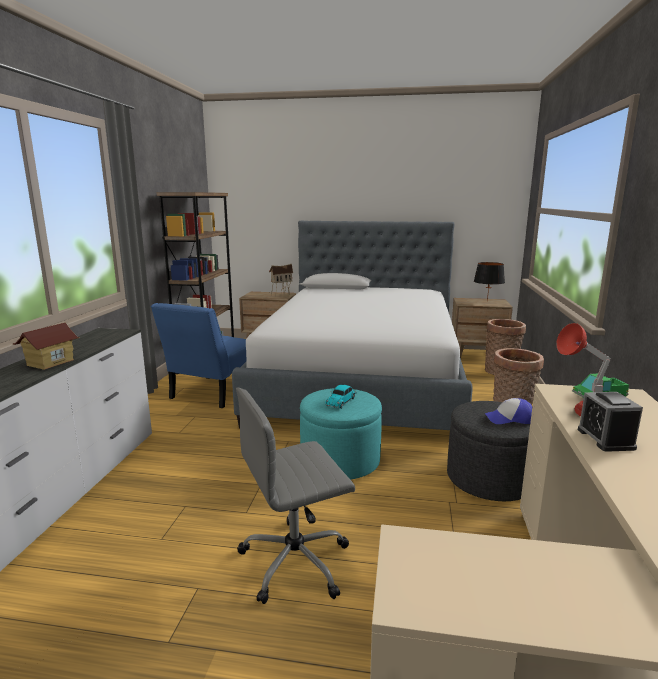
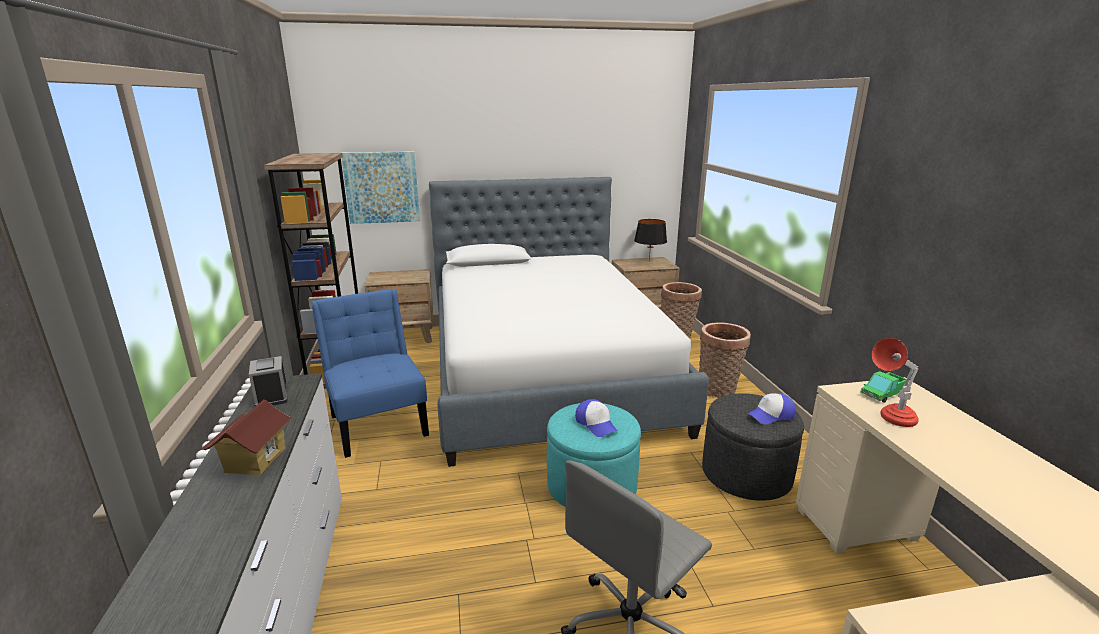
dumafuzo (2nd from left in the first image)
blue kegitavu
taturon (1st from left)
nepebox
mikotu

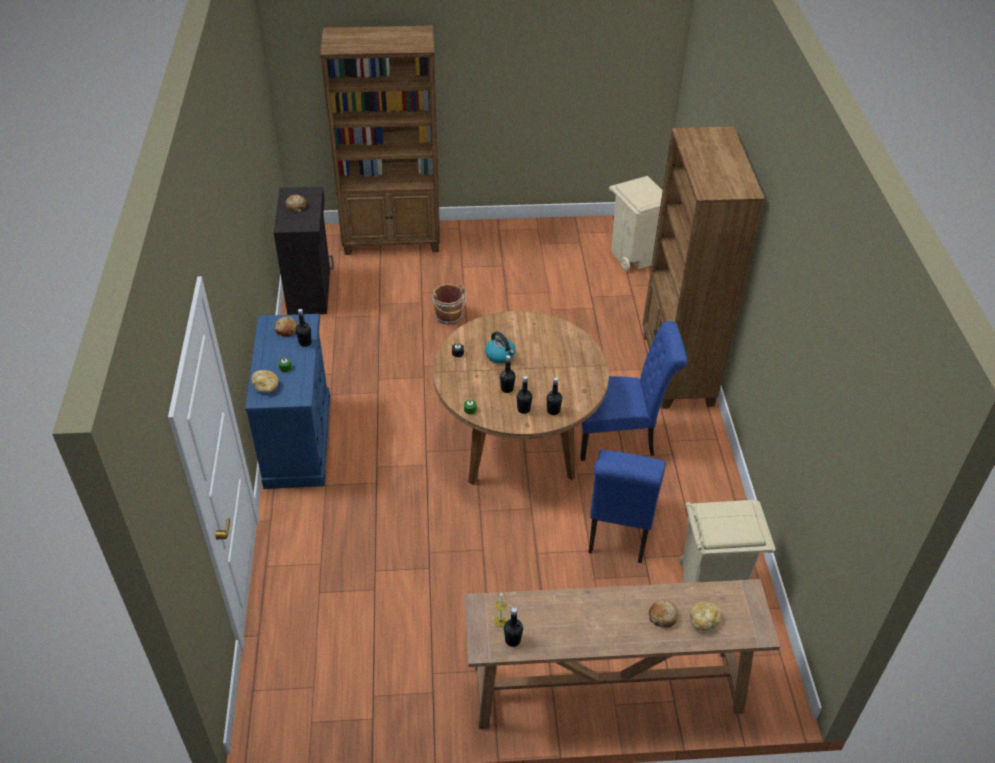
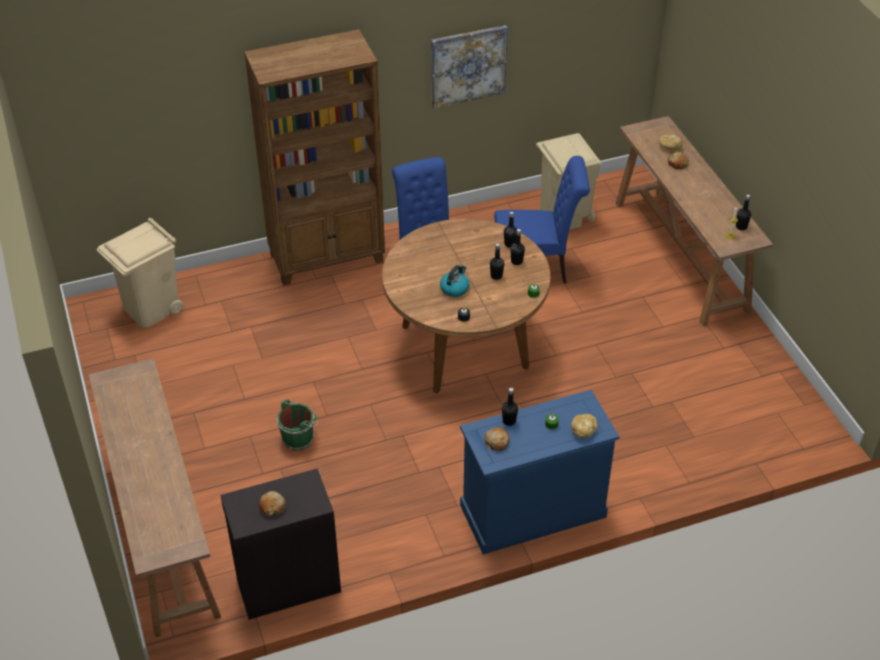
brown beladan (1st from left)
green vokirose
mikotu

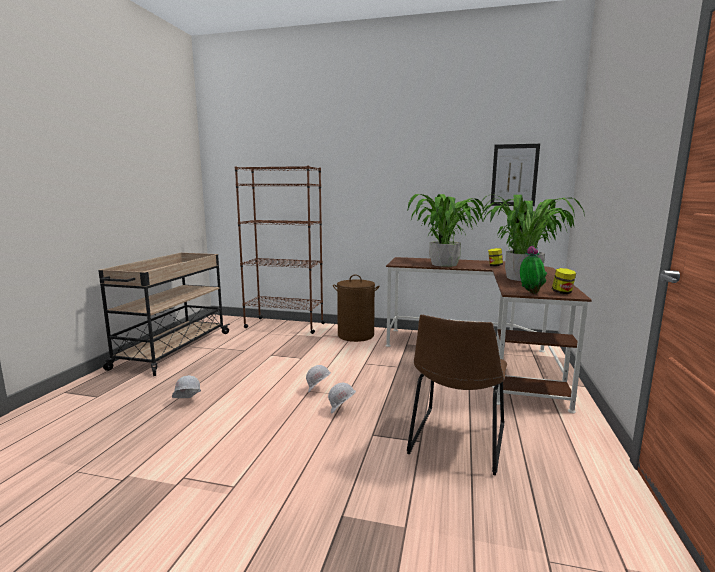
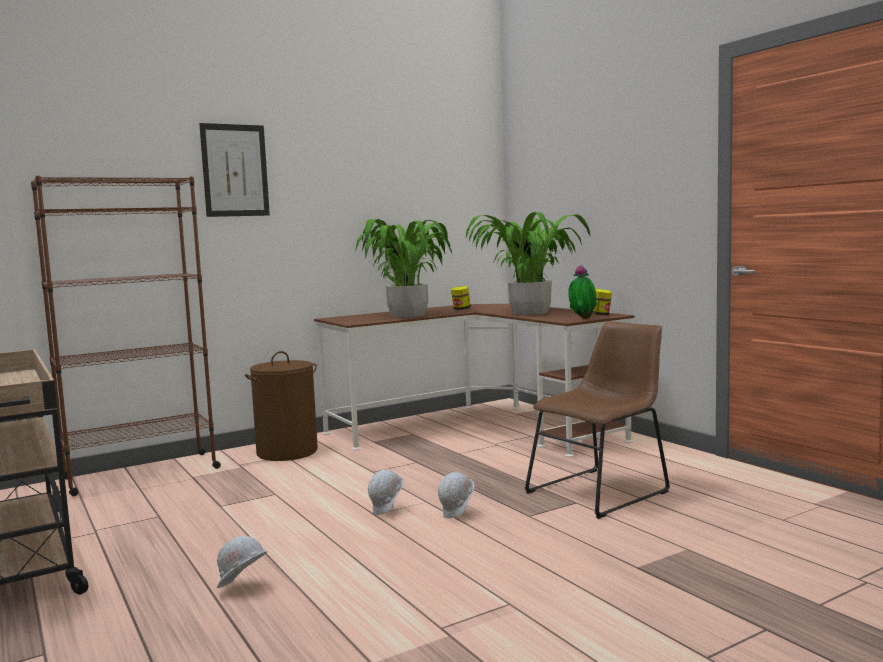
mikotu
brown kegitavu

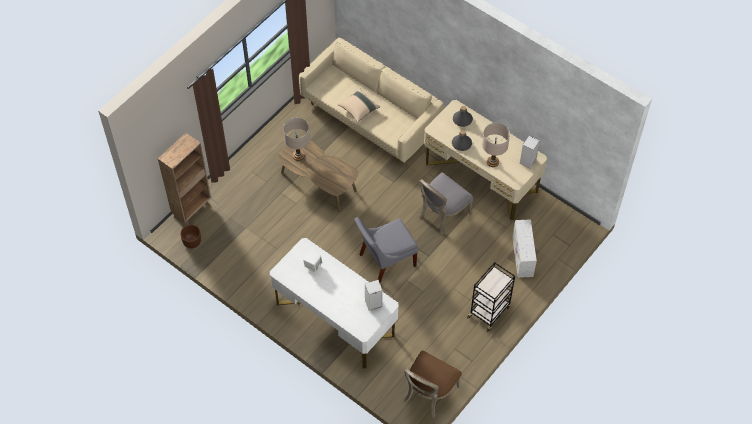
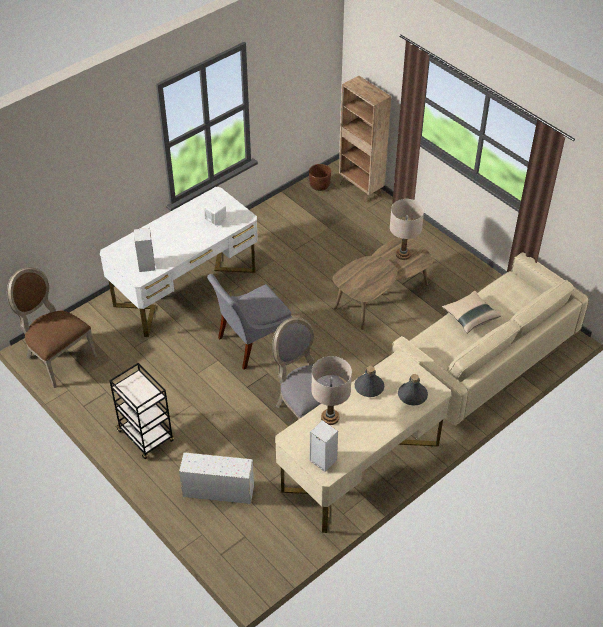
grey kegitavu (1st from left)

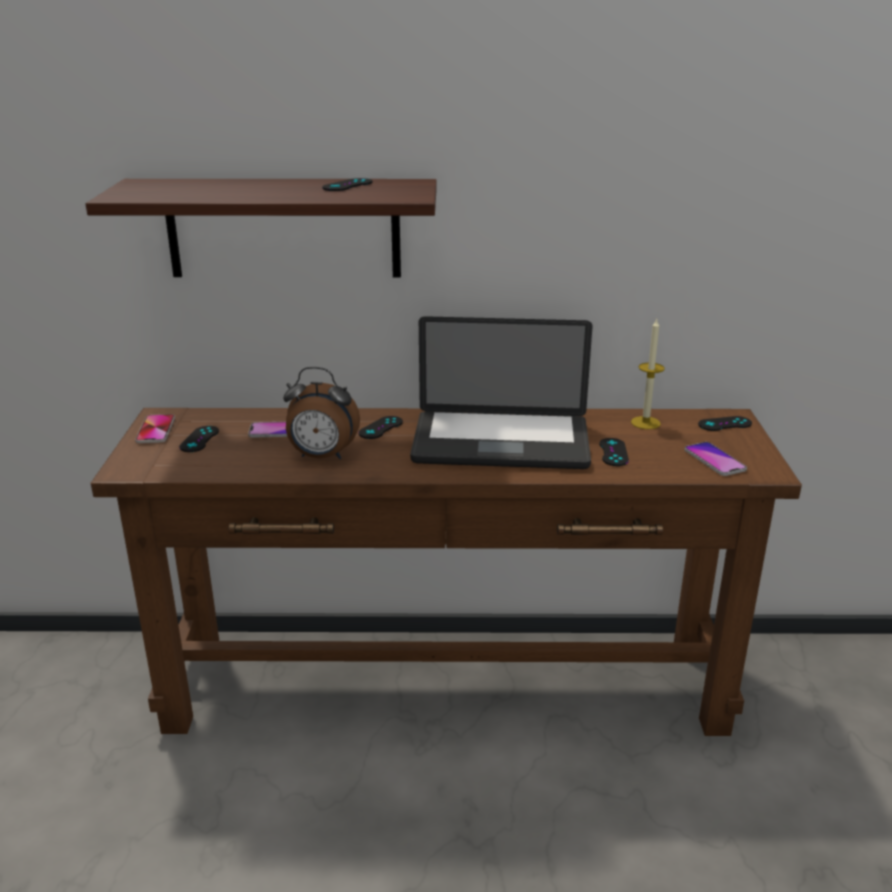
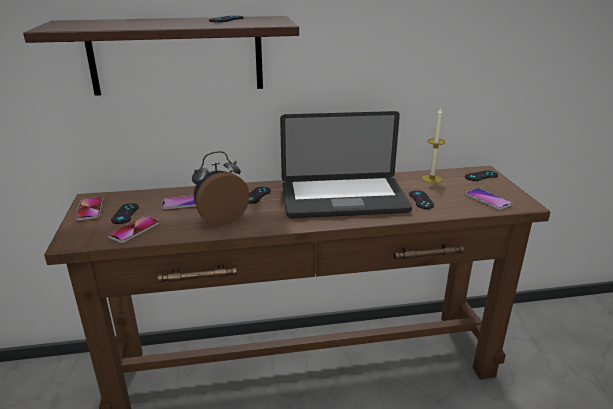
nepebox
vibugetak (2nd from left)

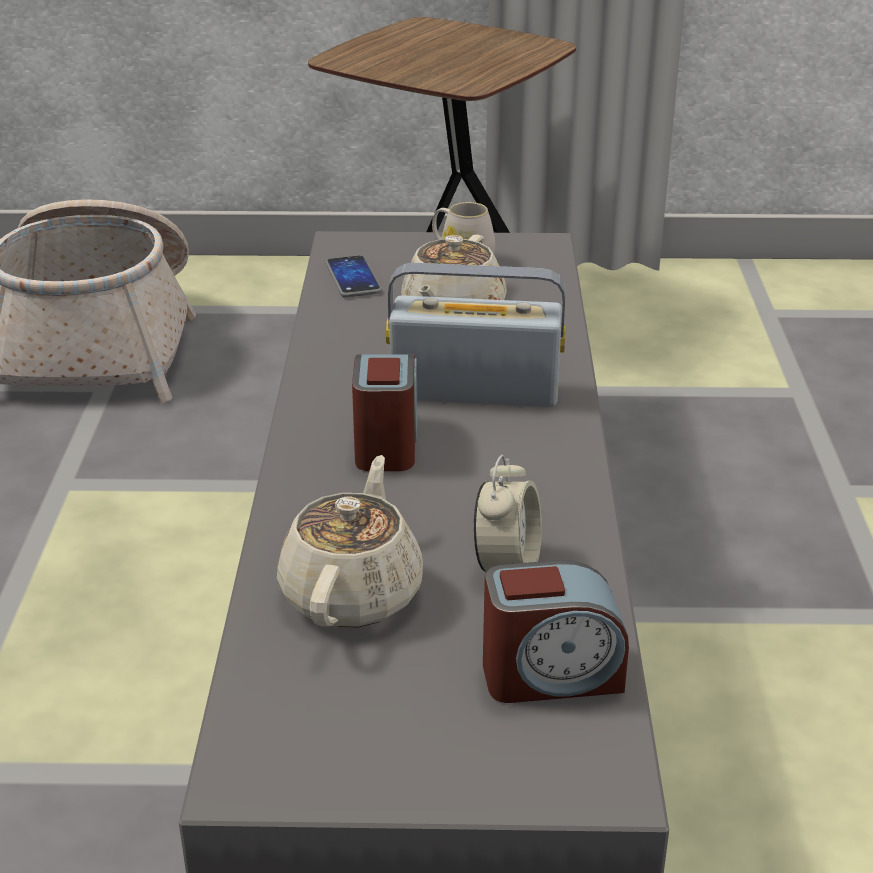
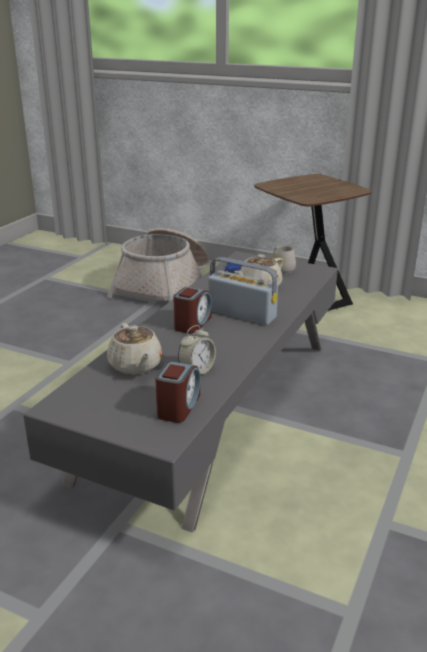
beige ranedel (1st from left)
nepebox (1st from left)

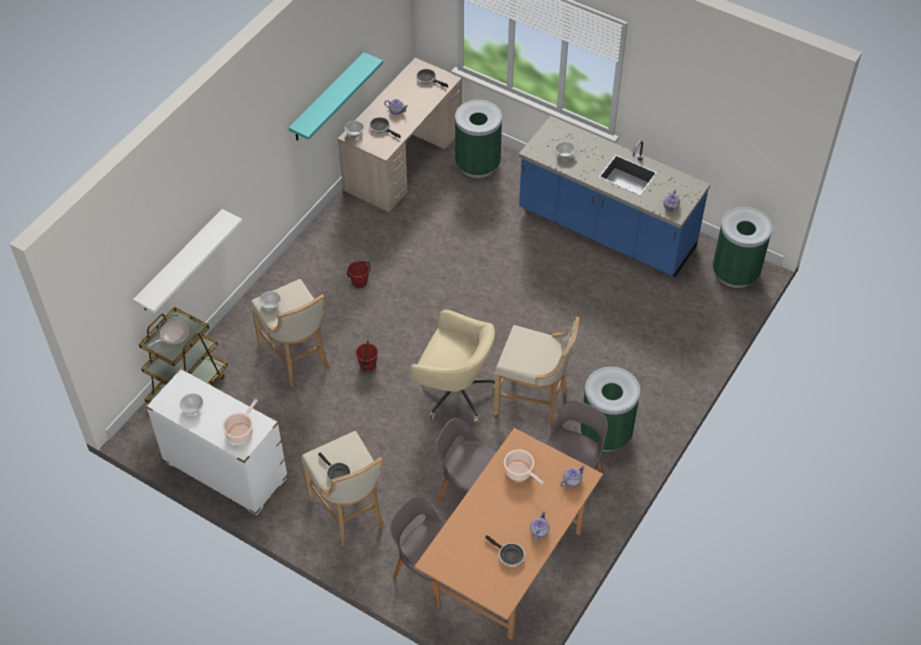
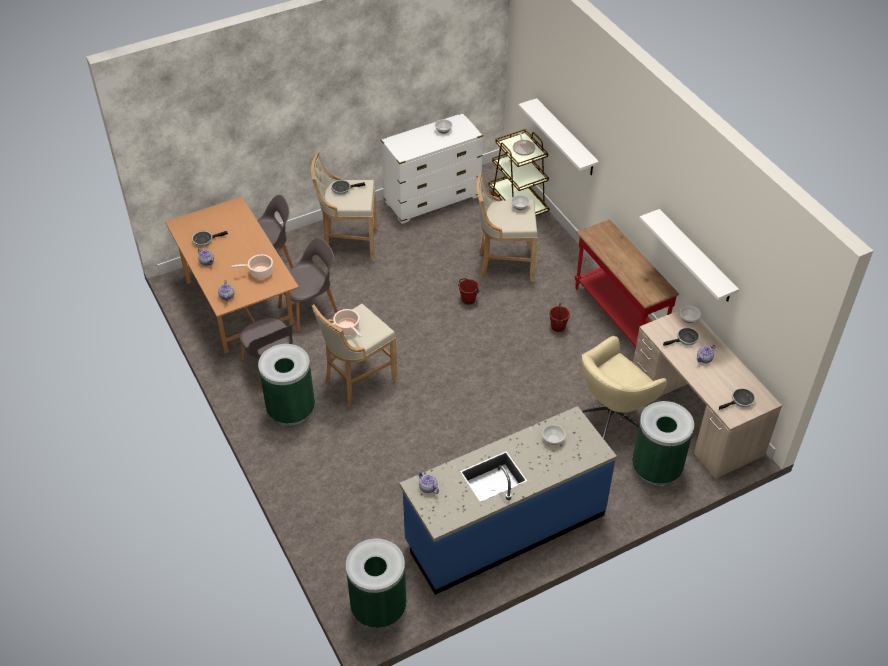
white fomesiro (2nd from left)
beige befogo
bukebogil (2nd from left)
red beladan

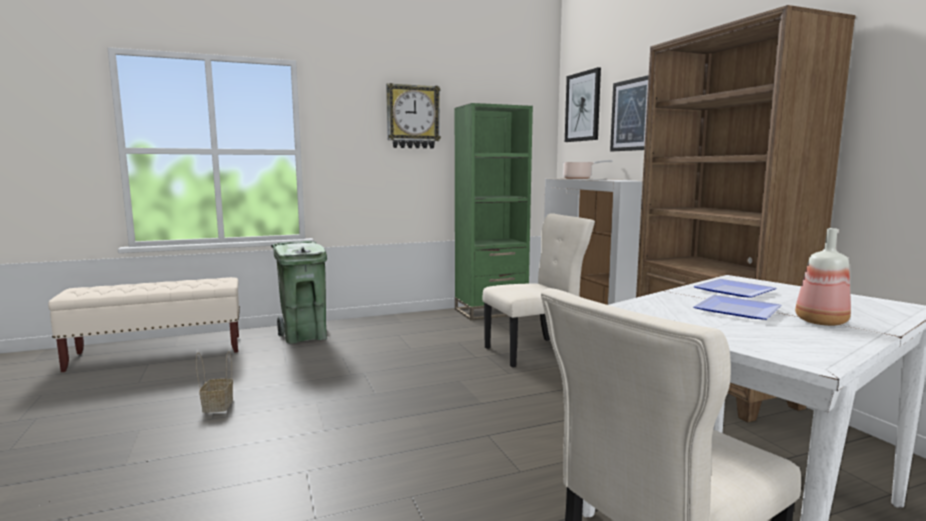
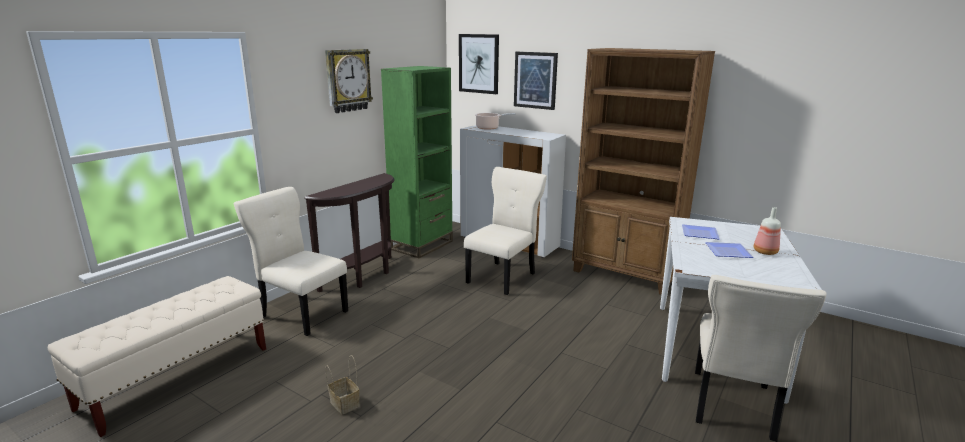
beige kegitavu (1st from left)
brown beladan

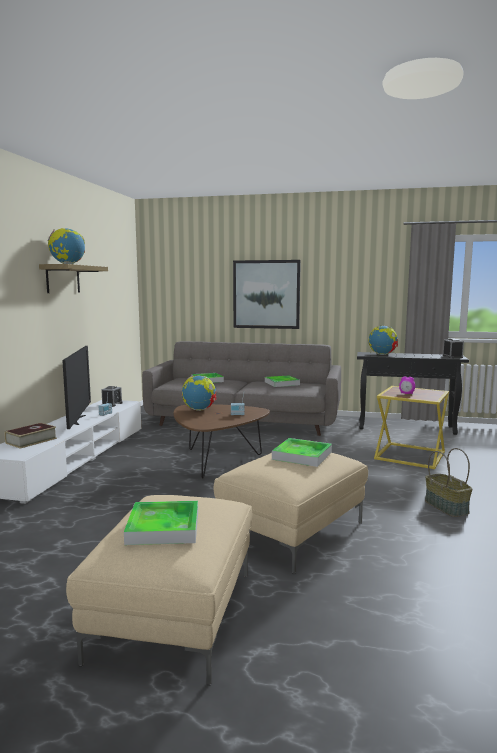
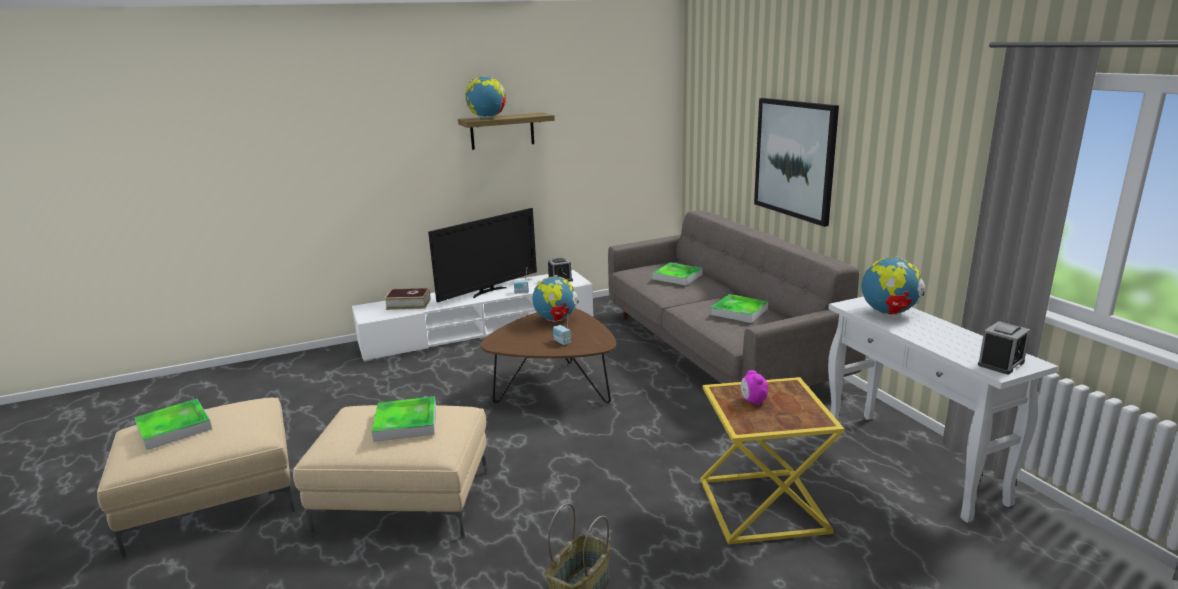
white beladan

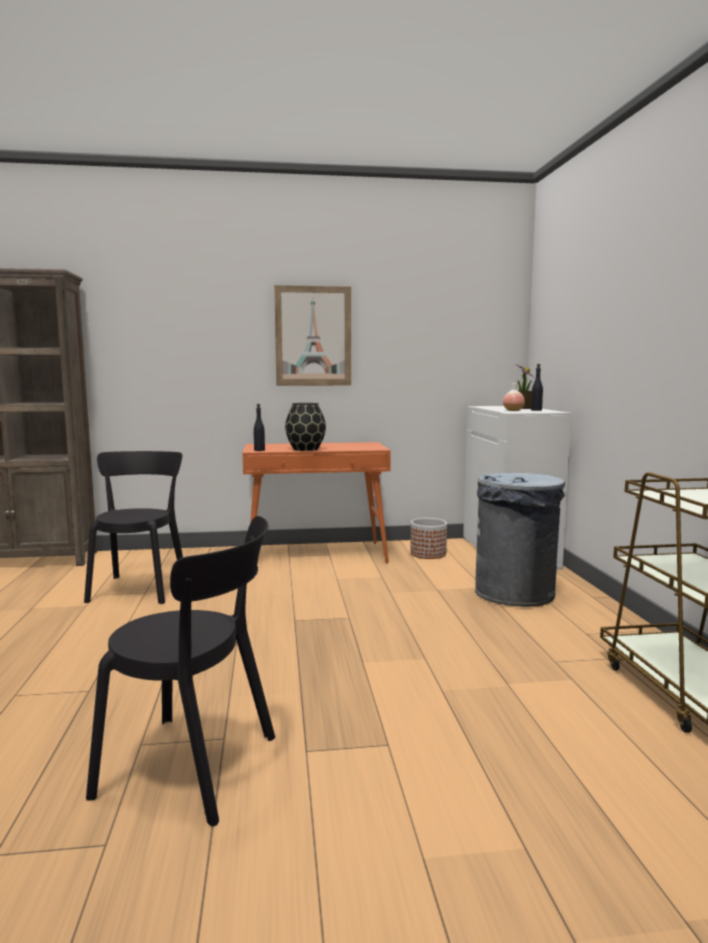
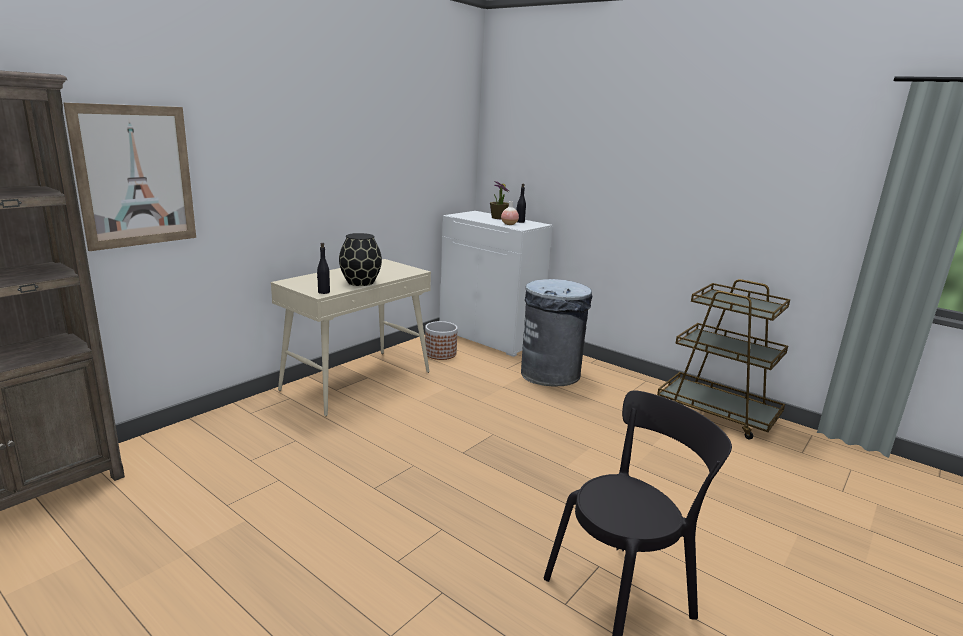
mikotu
beige beladan
black kegitavu (1st from left in the first image)

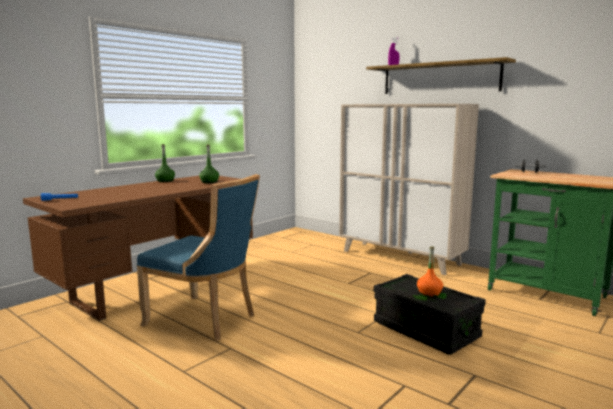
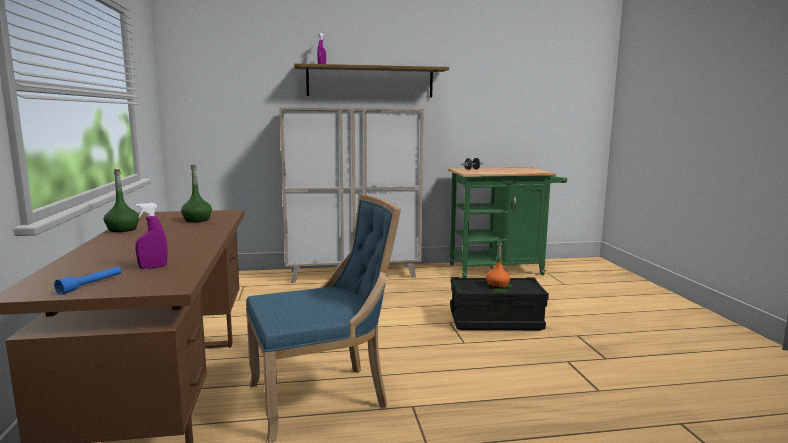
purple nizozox (1st from left)

